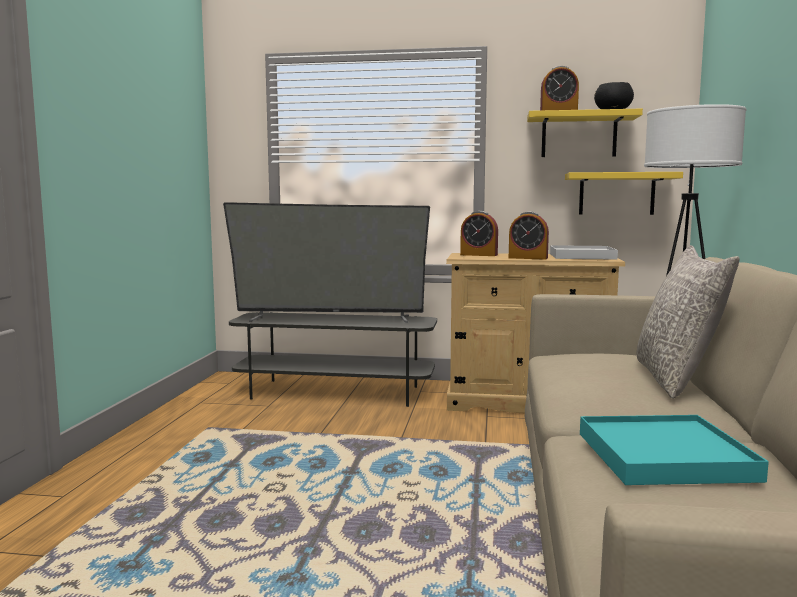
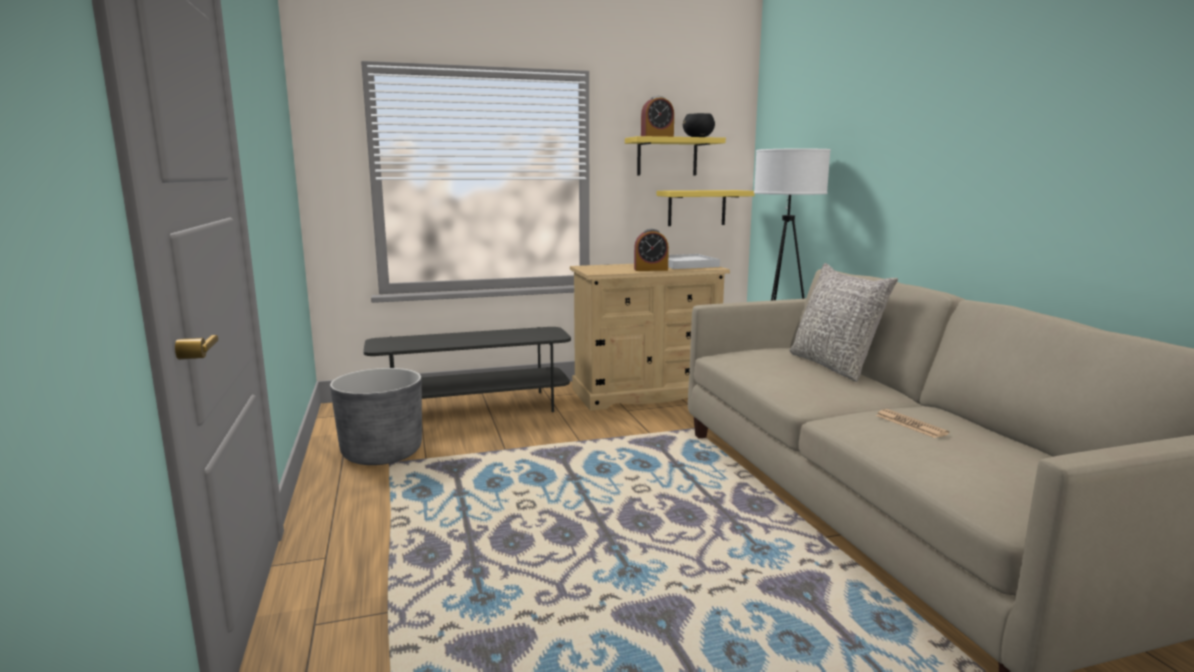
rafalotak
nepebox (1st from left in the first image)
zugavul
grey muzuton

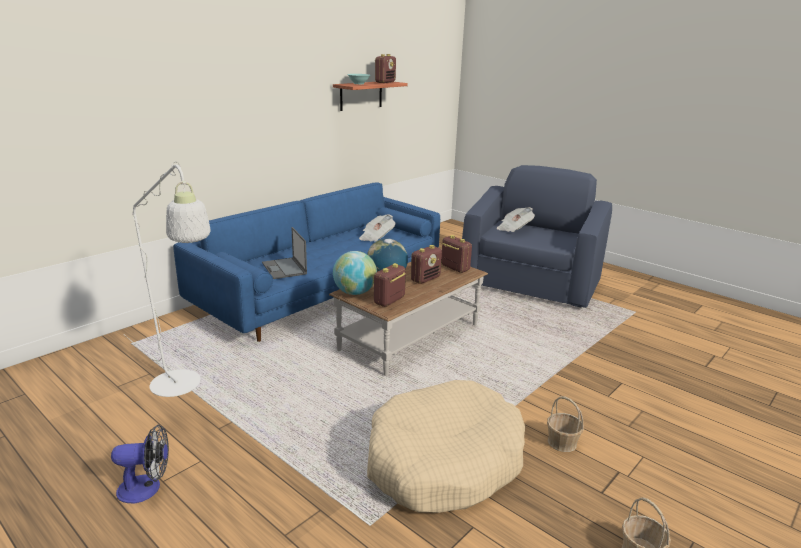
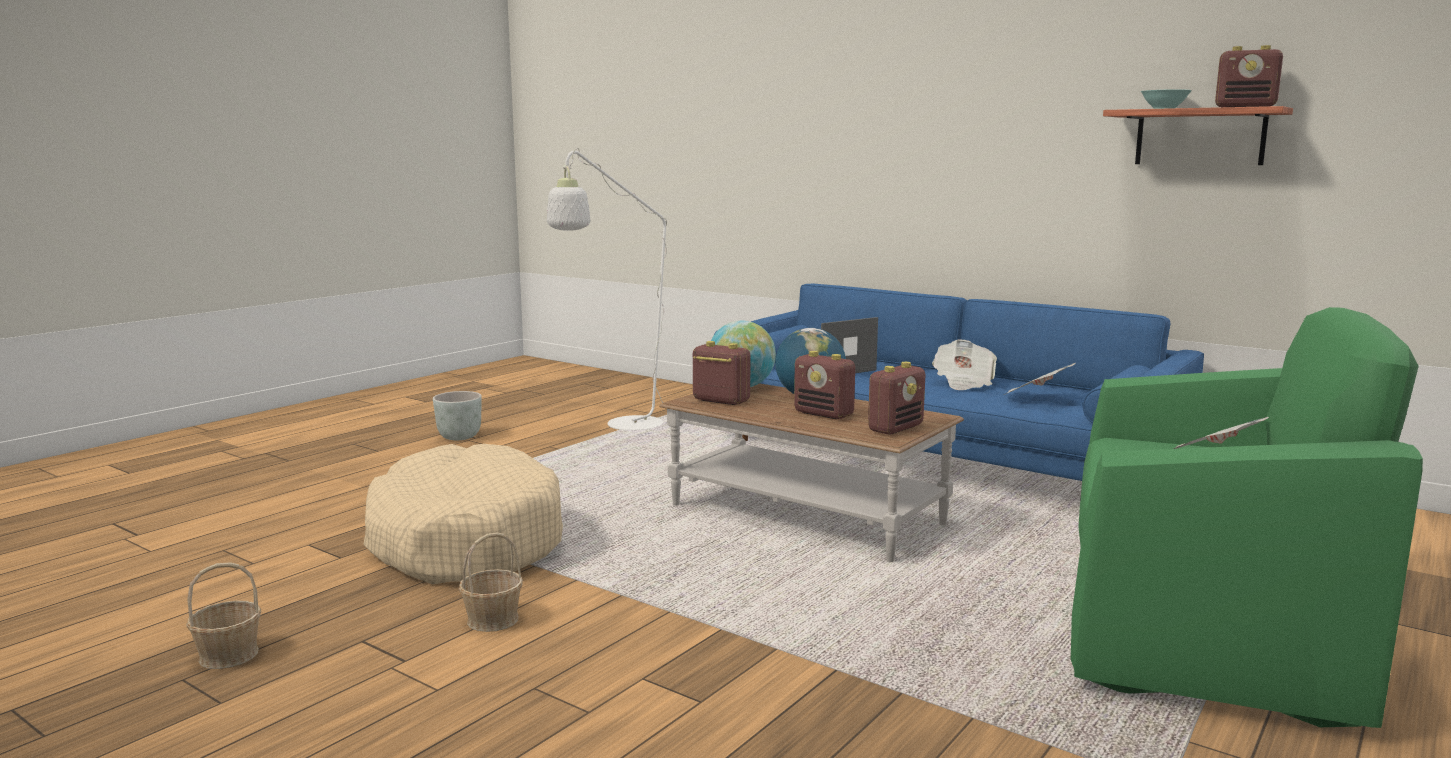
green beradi
grey muzuton
zugavul (1st from left)

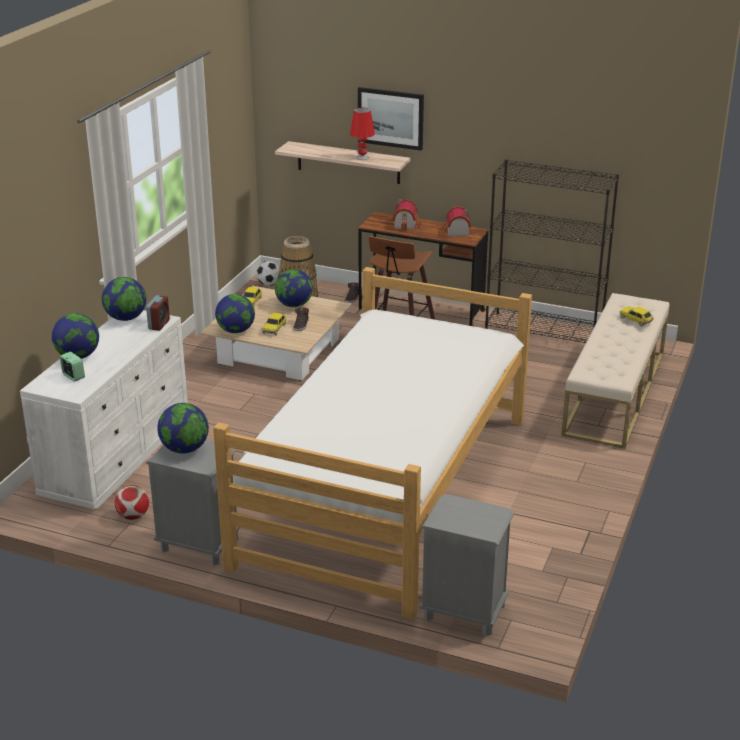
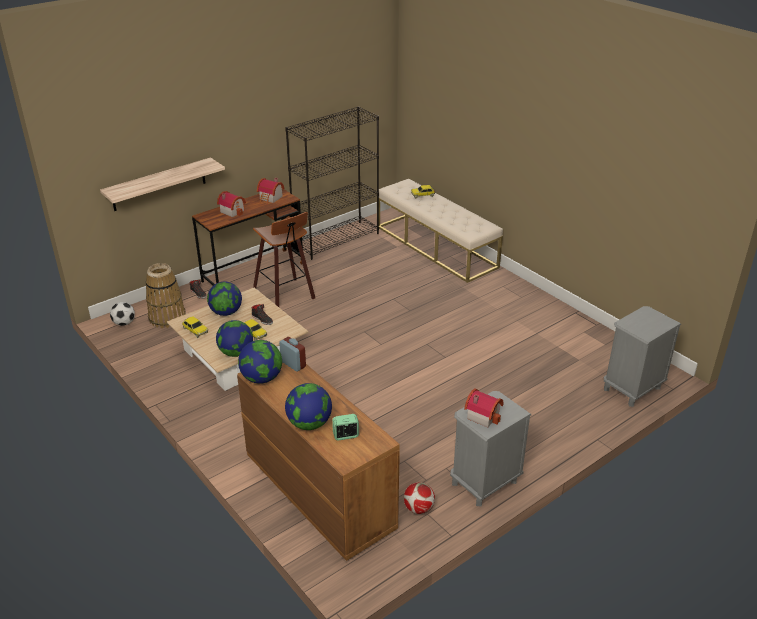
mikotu
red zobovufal
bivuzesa
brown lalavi
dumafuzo (3rd from left)

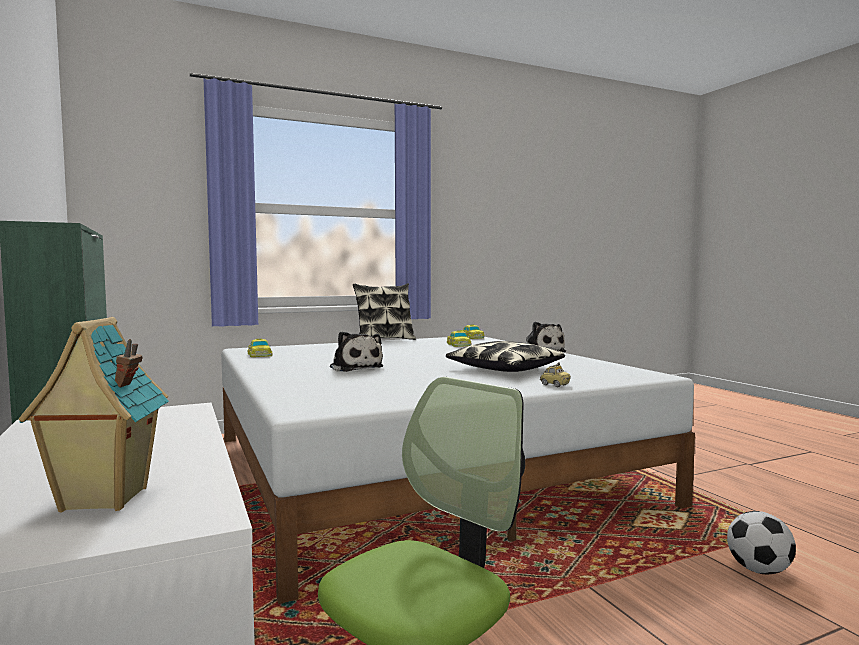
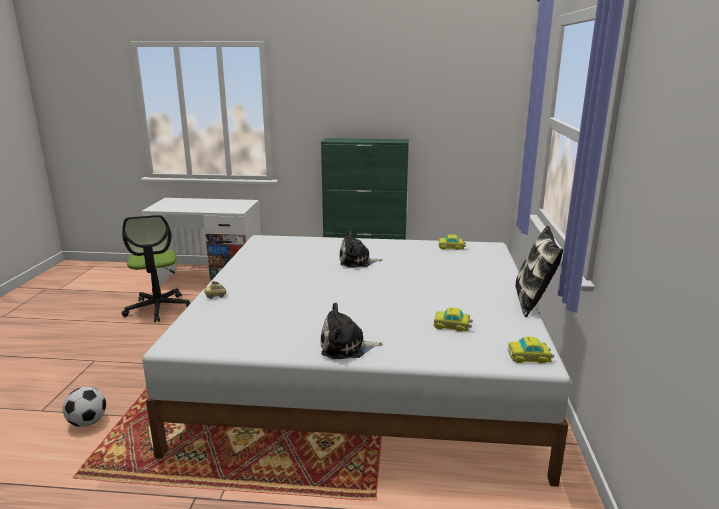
dumafuzo
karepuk (2nd from left in the first image)

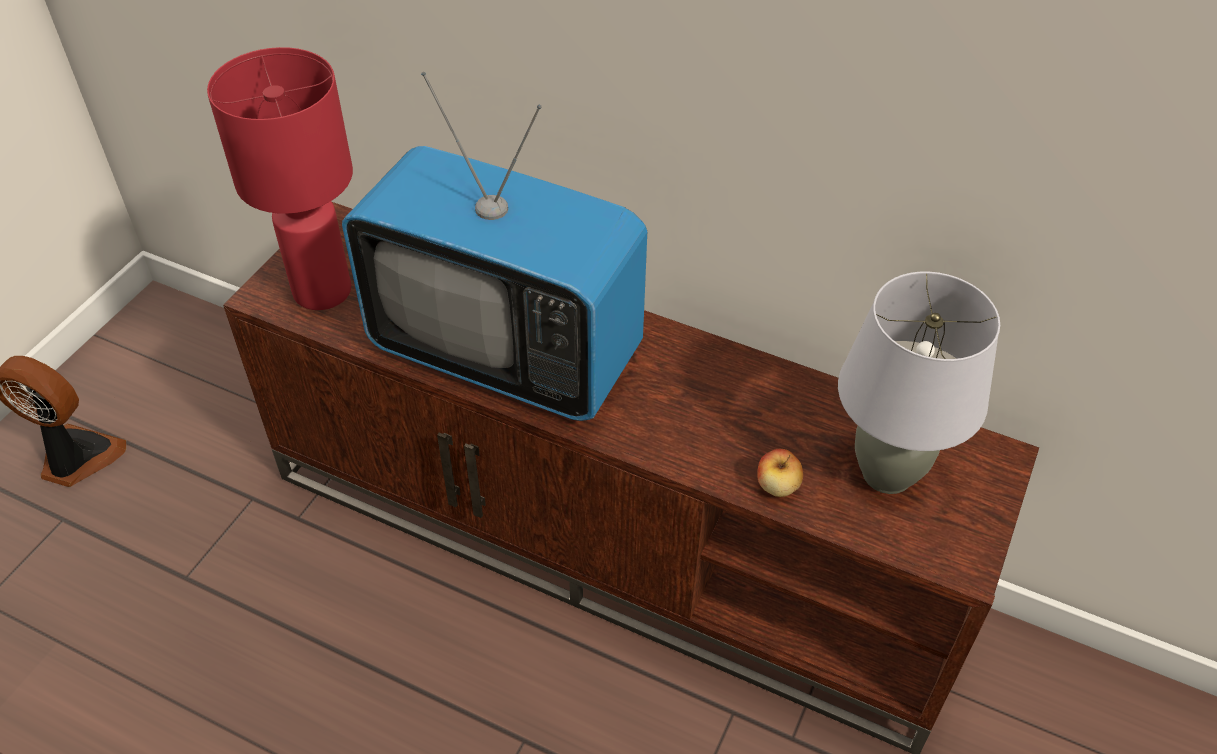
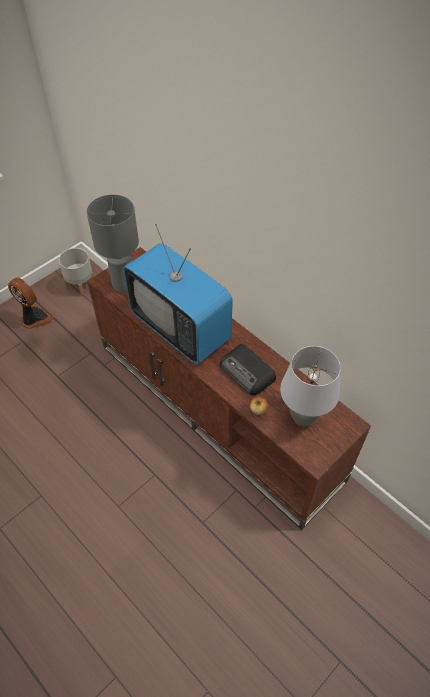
grey zobovufal (1st from left)
grey muzuton
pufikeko

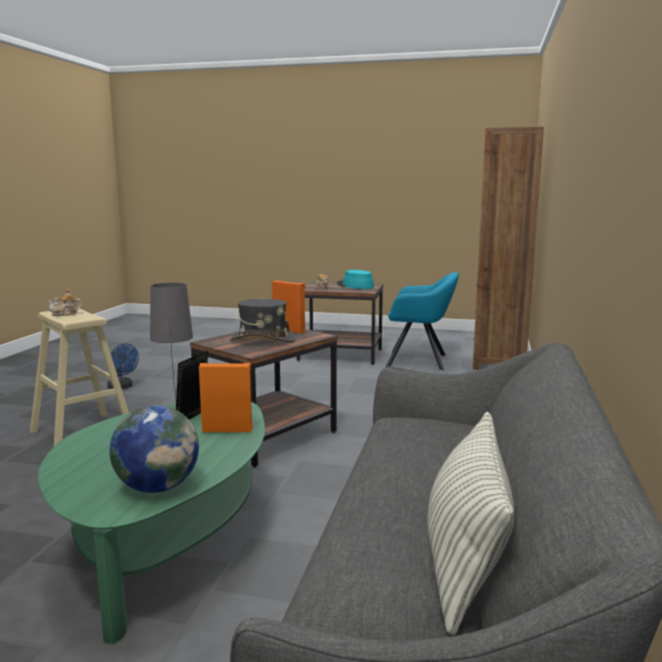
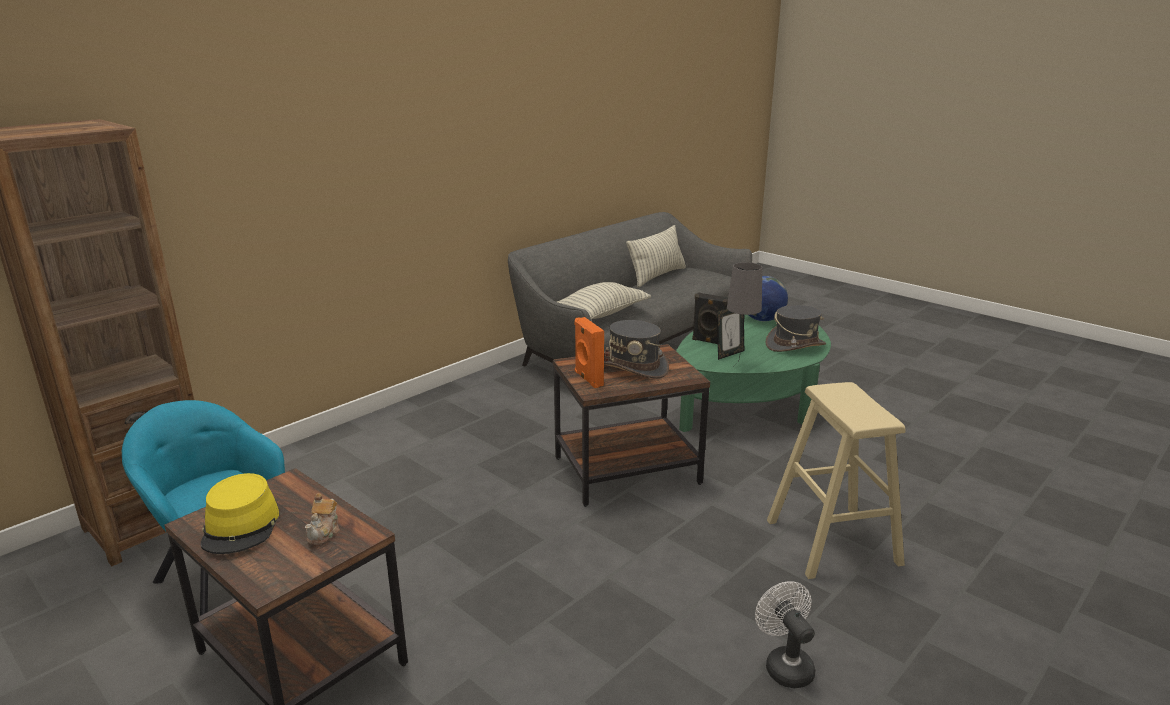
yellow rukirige
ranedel (1st from left in the first image)
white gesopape
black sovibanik
karepuk (1st from left)
grey rukirige (2nd from left)

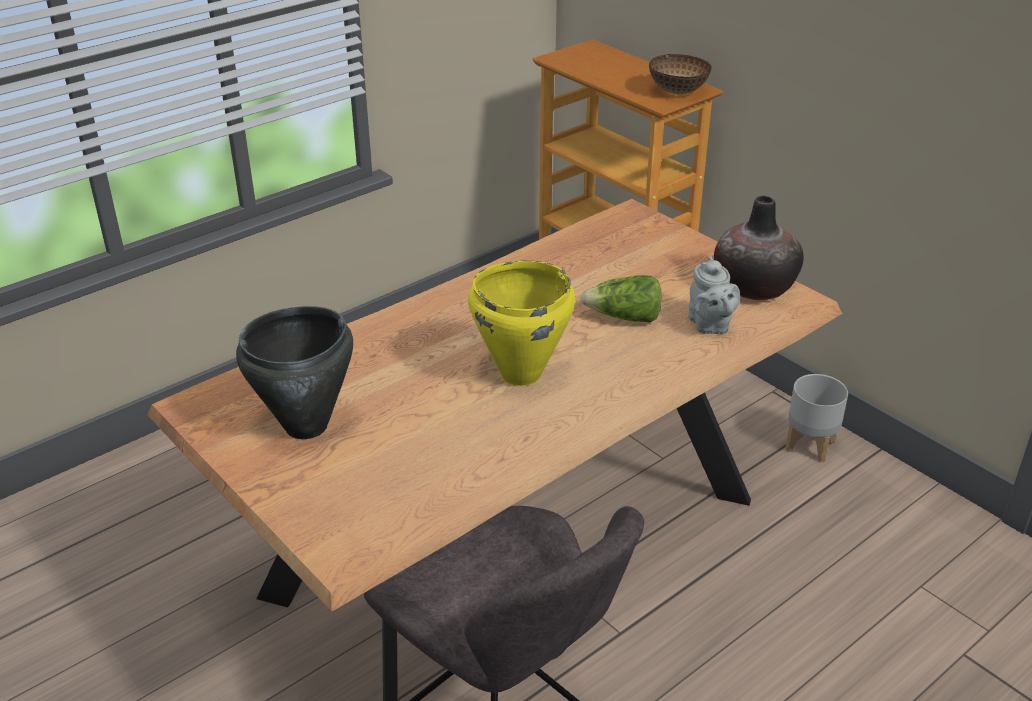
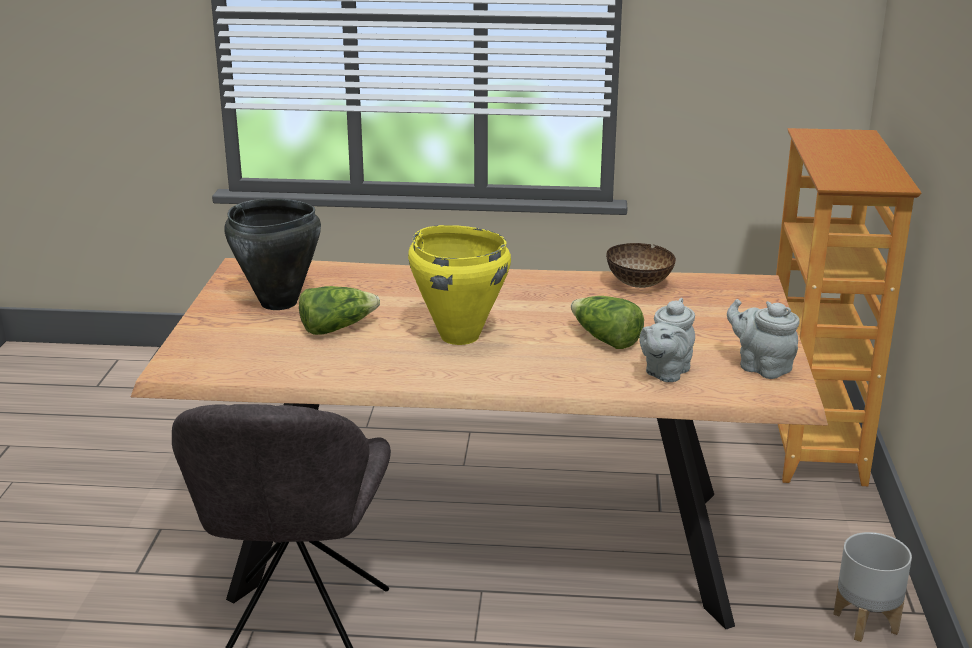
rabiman
grey ranedel (2nd from left)
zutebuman (1st from left)

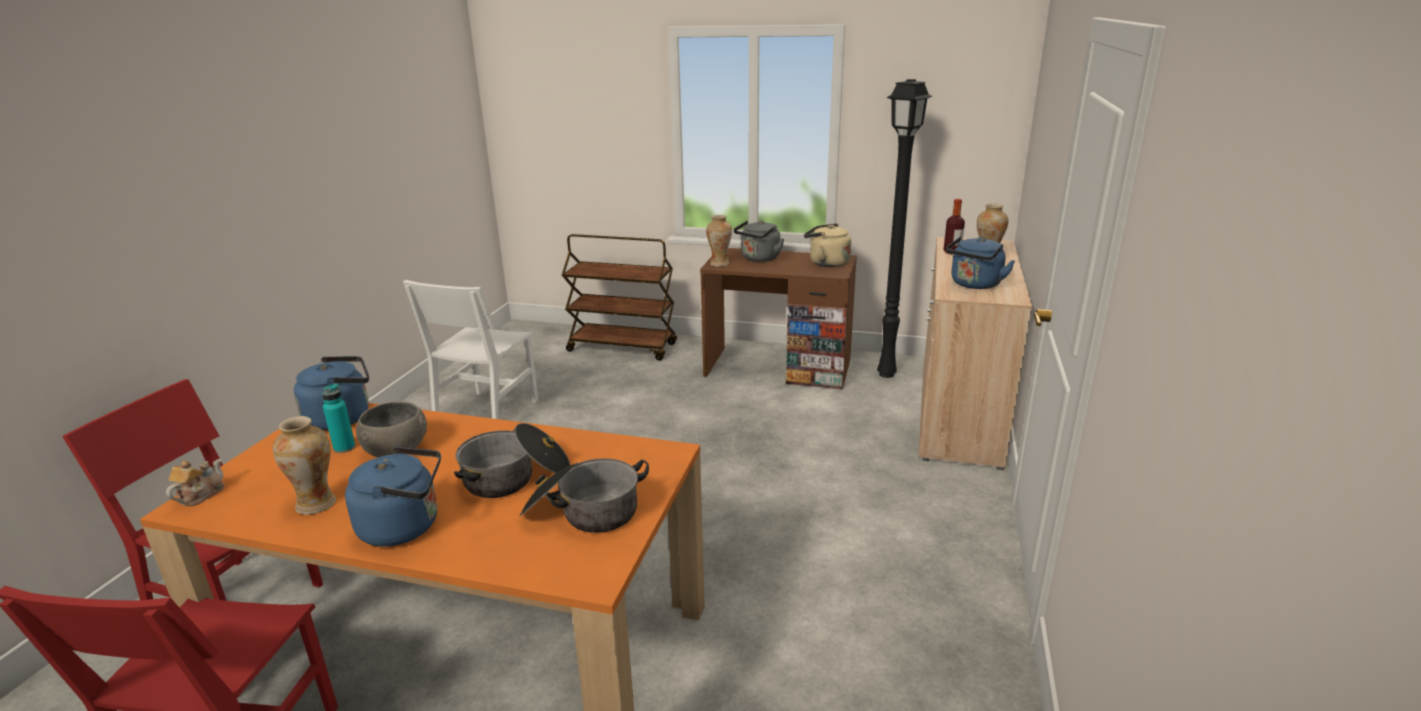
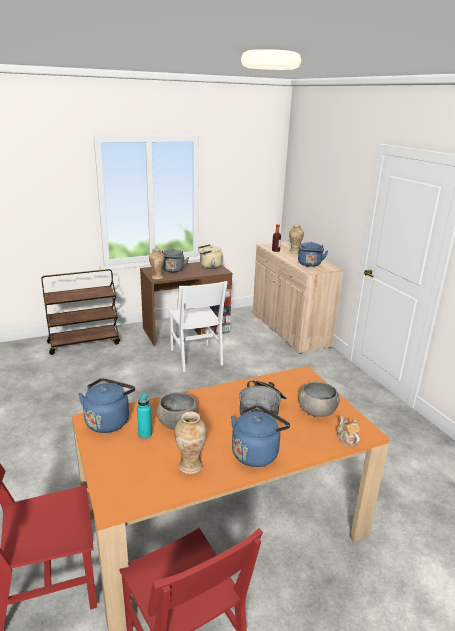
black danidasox
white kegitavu
grey rabiman (2nd from left)
ranedel

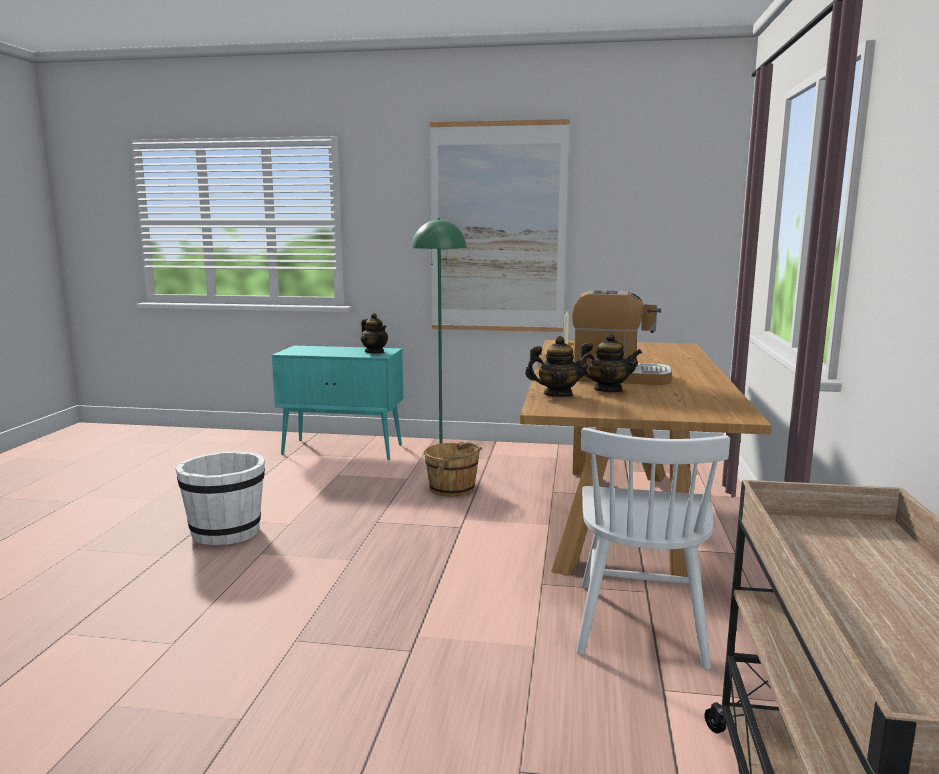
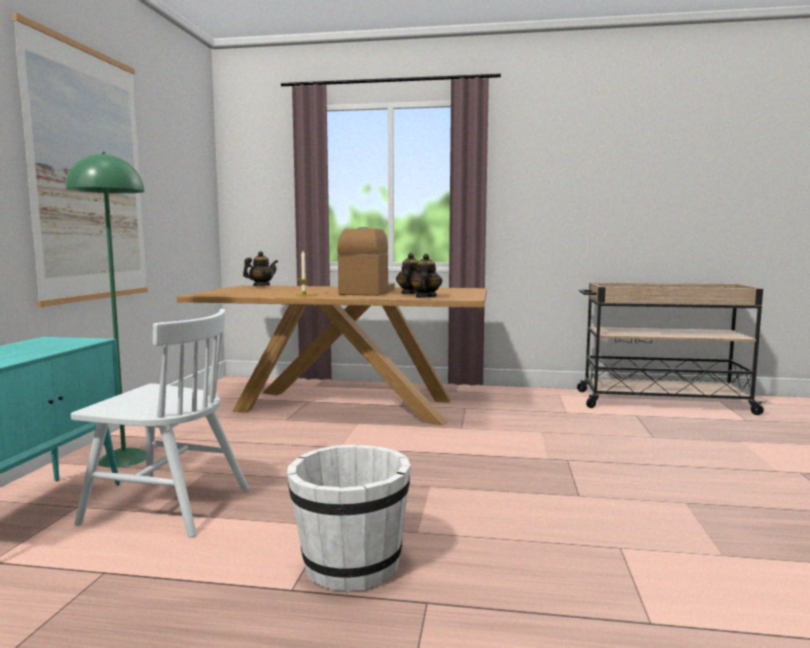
ranedel (1st from left)
white kegitavu
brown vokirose

